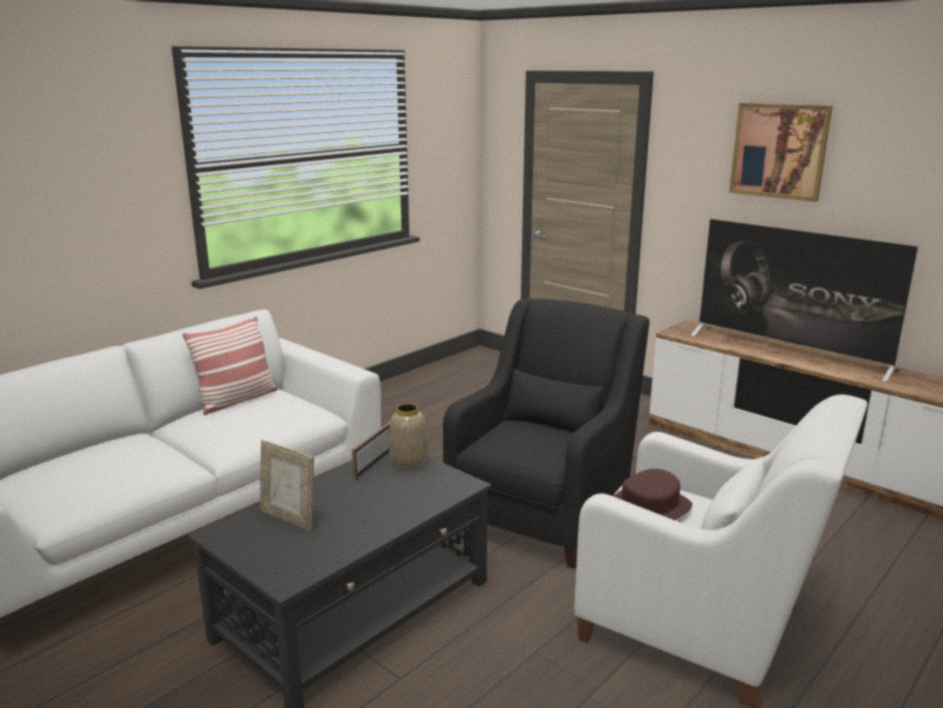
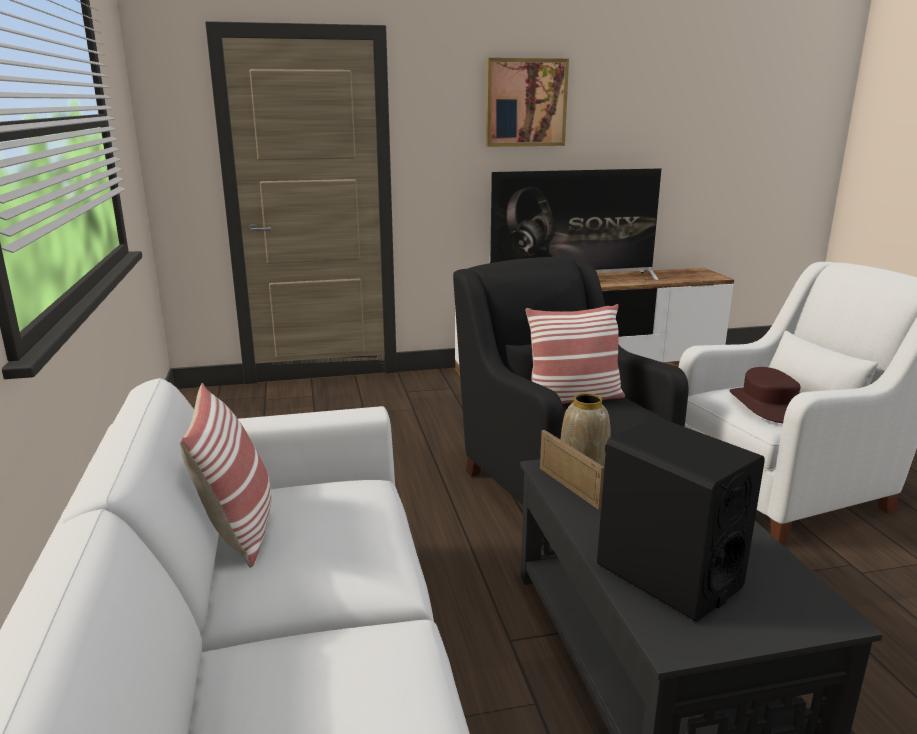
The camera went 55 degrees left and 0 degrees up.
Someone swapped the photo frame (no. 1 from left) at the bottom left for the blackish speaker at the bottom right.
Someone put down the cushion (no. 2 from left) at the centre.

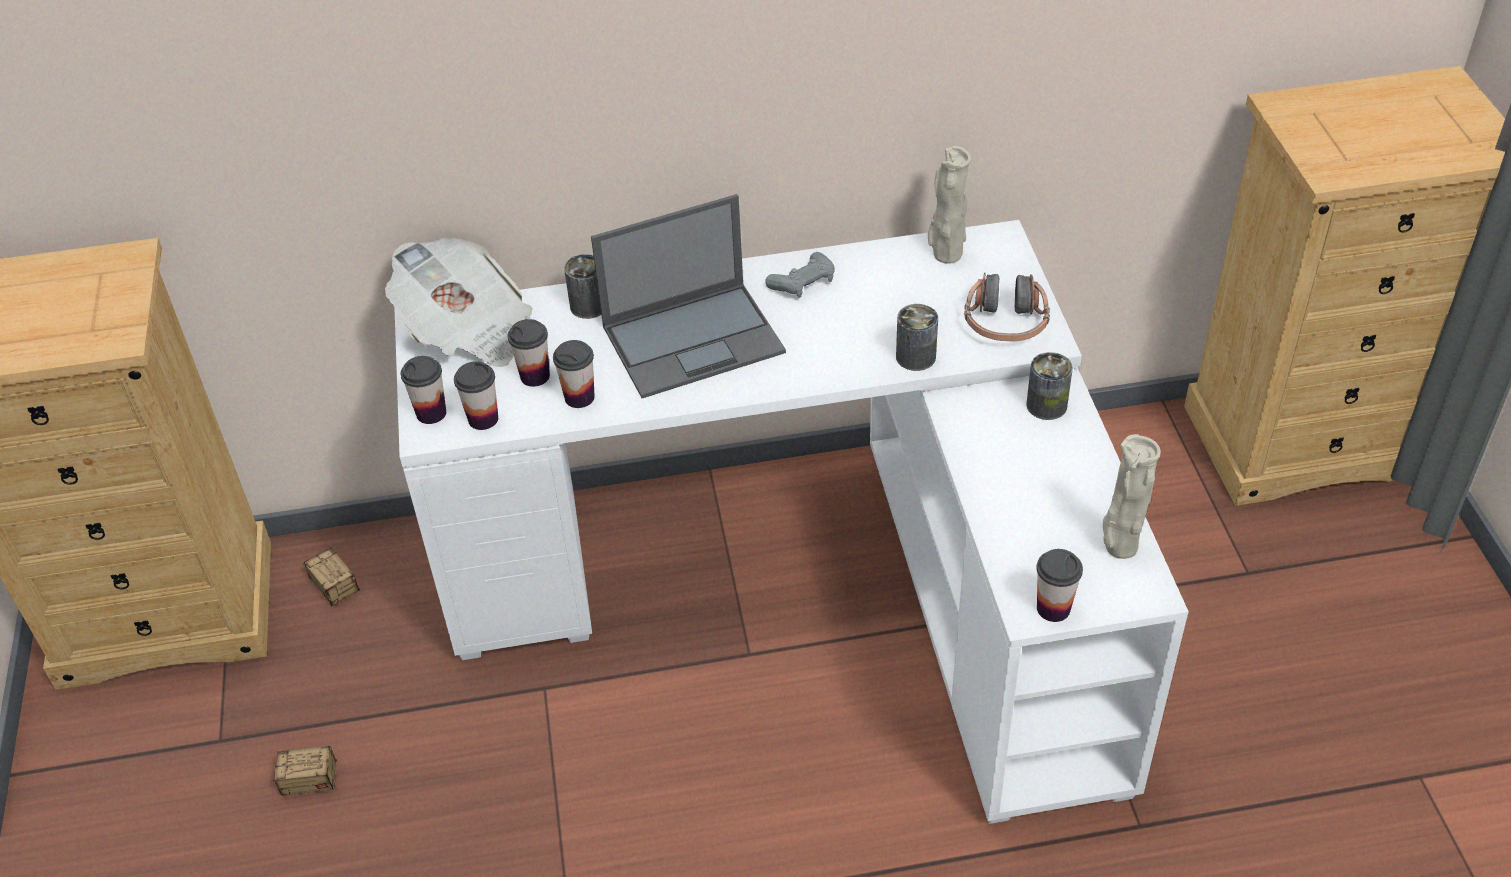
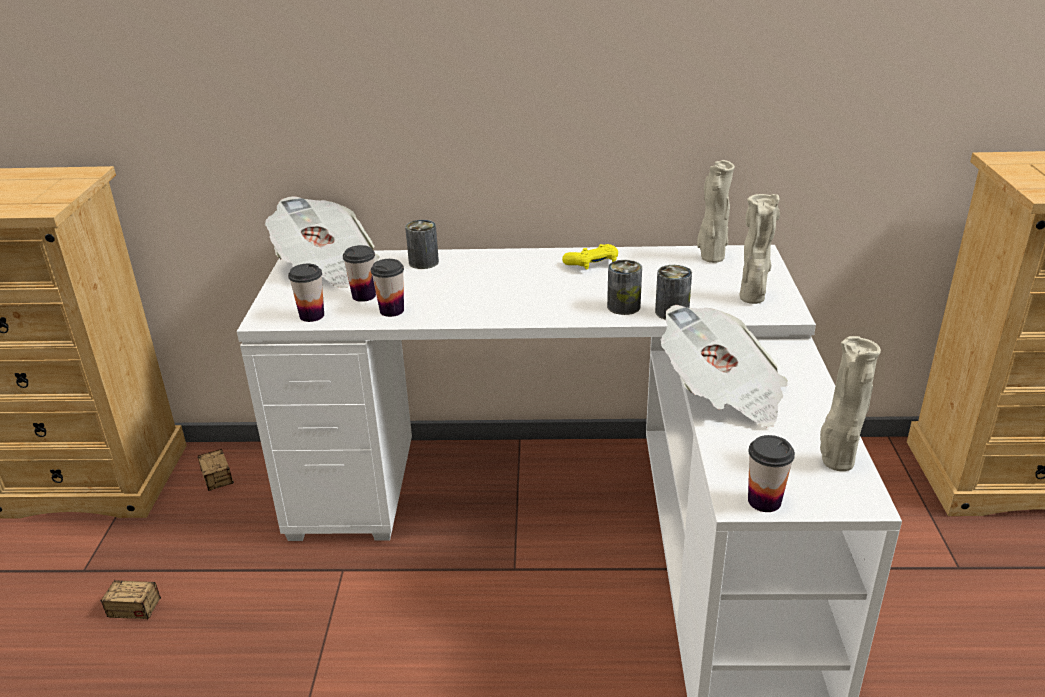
The camera went 10 degrees right and 15 degrees down.
Someone took away the cup (no. 1 from left) at the middle left.
Someone took away the notebook computer at the centre.
Someone repainted the greyish joypad at the top centre, which became the yellow-coloured joypad at the centre.
Someone swapped the headset at the centre for the beige vase (no. 2 from left) at the middle right.
Someone carried the can (no. 3 from left in the first image) from the middle right to the centre.
Someone put down the printed paper (no. 2 from left) at the middle right.

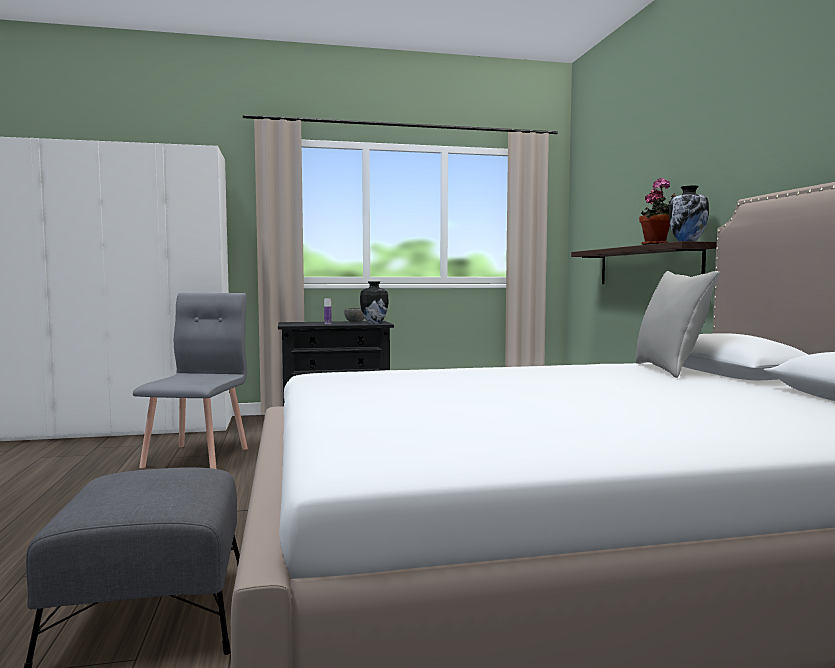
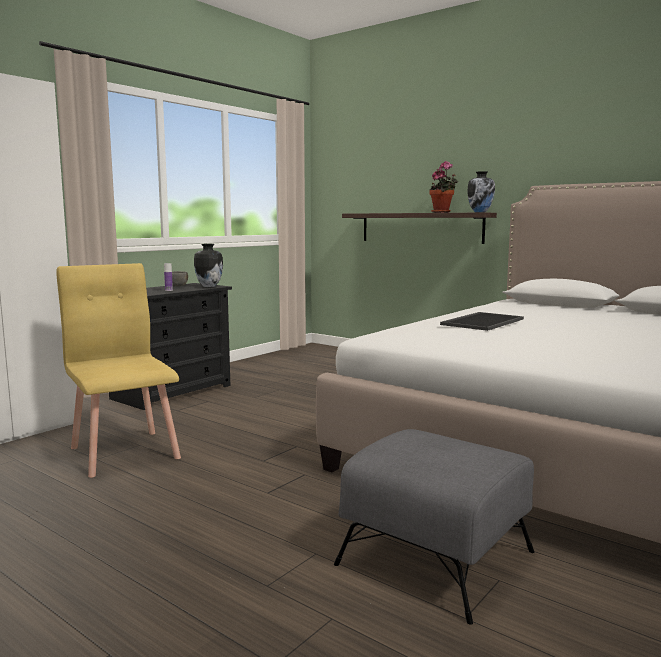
The camera went 40 degrees left and 5 degrees up.
Someone repainted the greyish chair at the middle left, which became the yellow-coloured chair at the middle left.
Someone took away the greyish cushion at the middle right.
Someone put down the serving tray at the middle right.

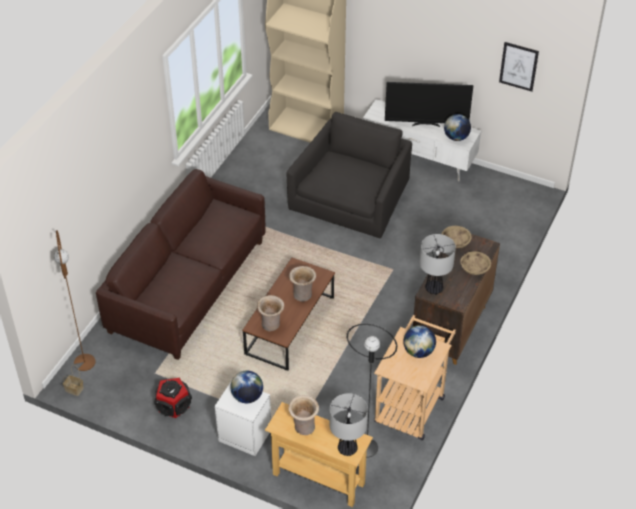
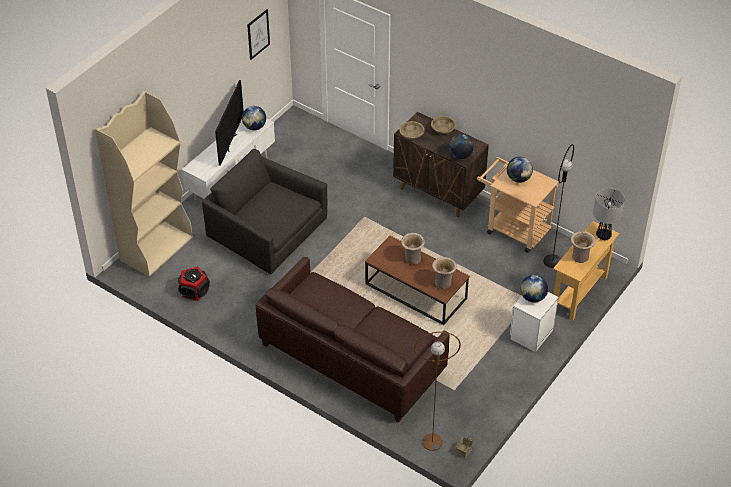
The camera went 80 degrees left and 0 degrees up.
Someone carried the speaker from the bottom left to the middle left.
Someone swapped the tabletop lamp (no. 2 from left) at the middle right for the desk globe (no. 2 from left) at the top centre.

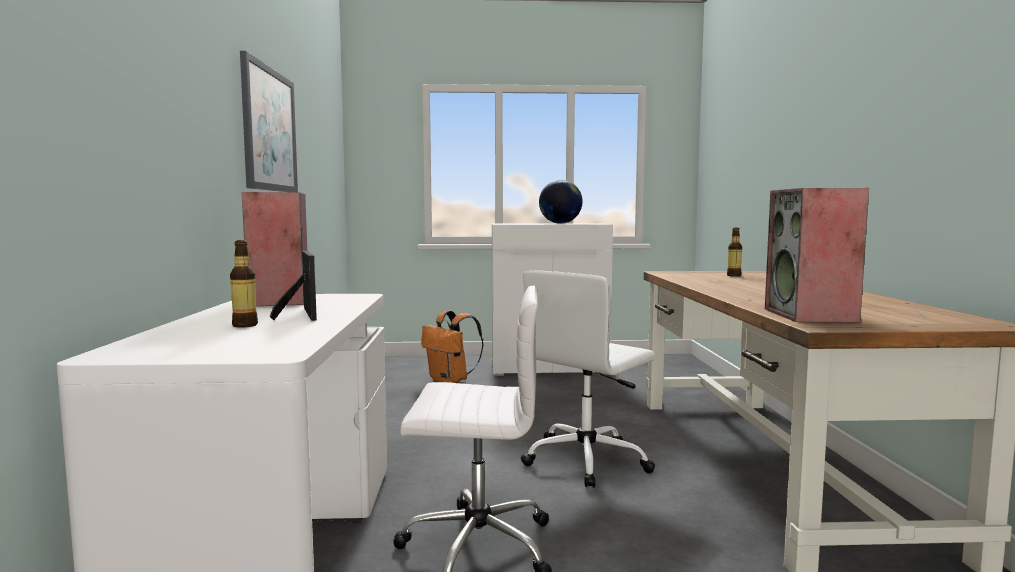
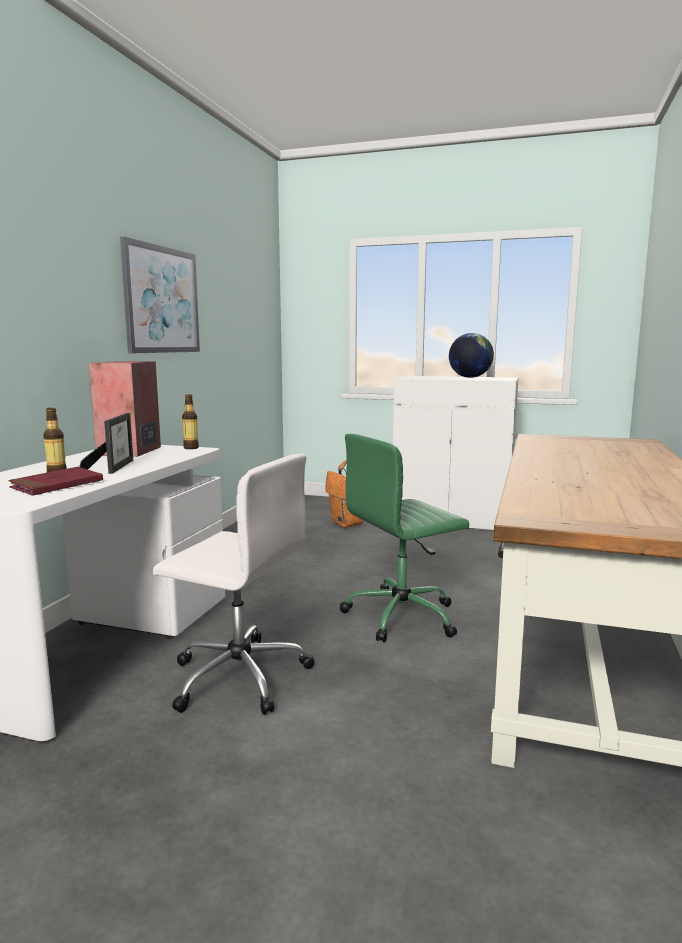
The camera went 20 degrees right and 5 degrees up.
Someone repainted the white office chair (no. 2 from left) at the centre, which became the green office chair at the centre.
Someone carried the beverage bottle (no. 2 from left) from the middle right to the middle left.
Someone took away the speaker (no. 2 from left) at the middle right.
Someone put down the red-coloured volume at the middle left.

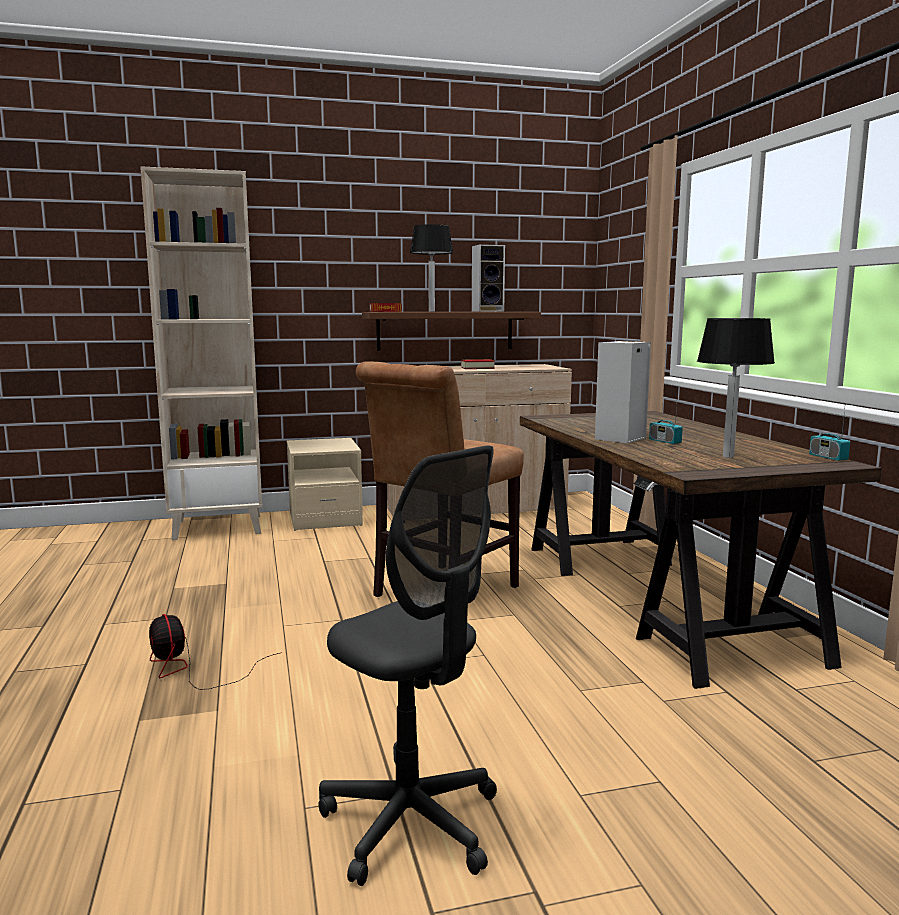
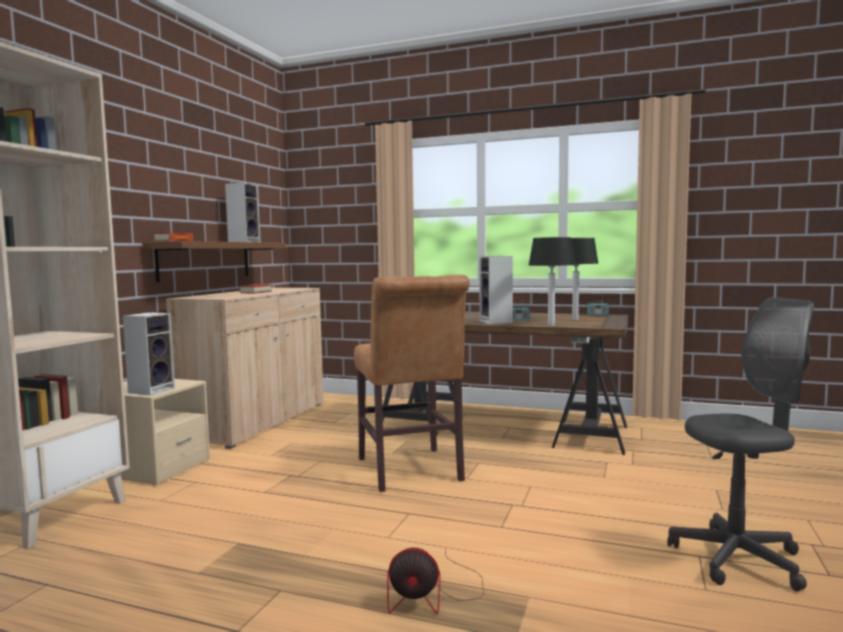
The camera went 55 degrees left and 5 degrees down.
Someone carried the tabletop lamp (no. 1 from left) from the top centre to the centre.
Someone put down the speaker (no. 1 from left) at the middle left.

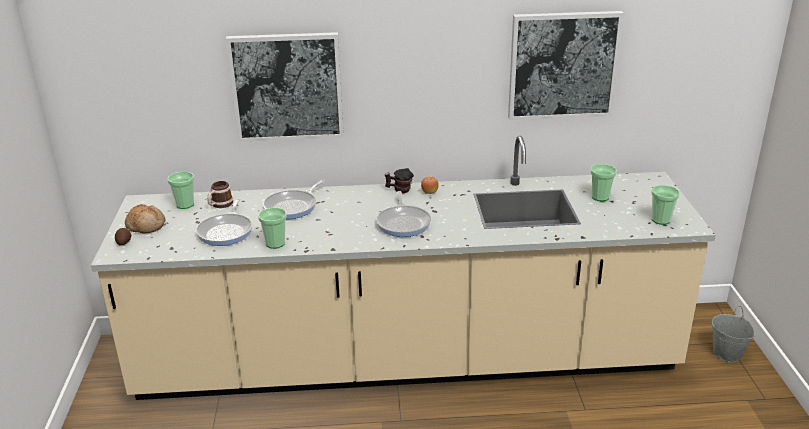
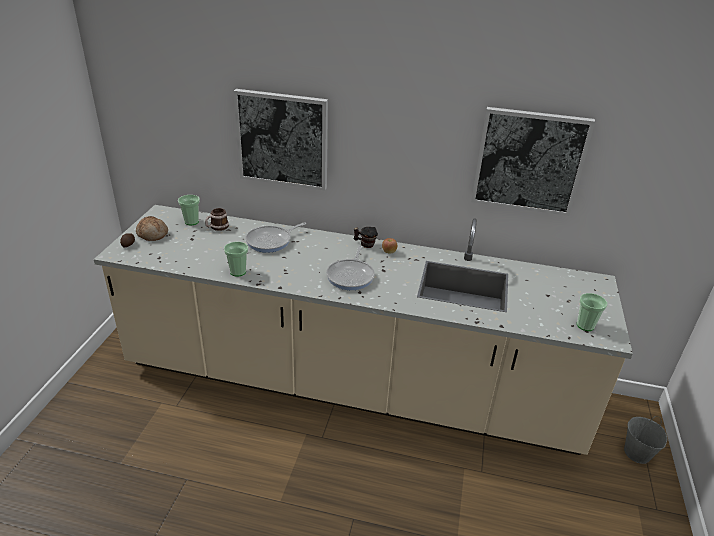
The camera went 15 degrees right and 5 degrees up.
Someone took away the pan (no. 1 from left) at the middle left.
Someone took away the cup (no. 3 from left) at the middle right.

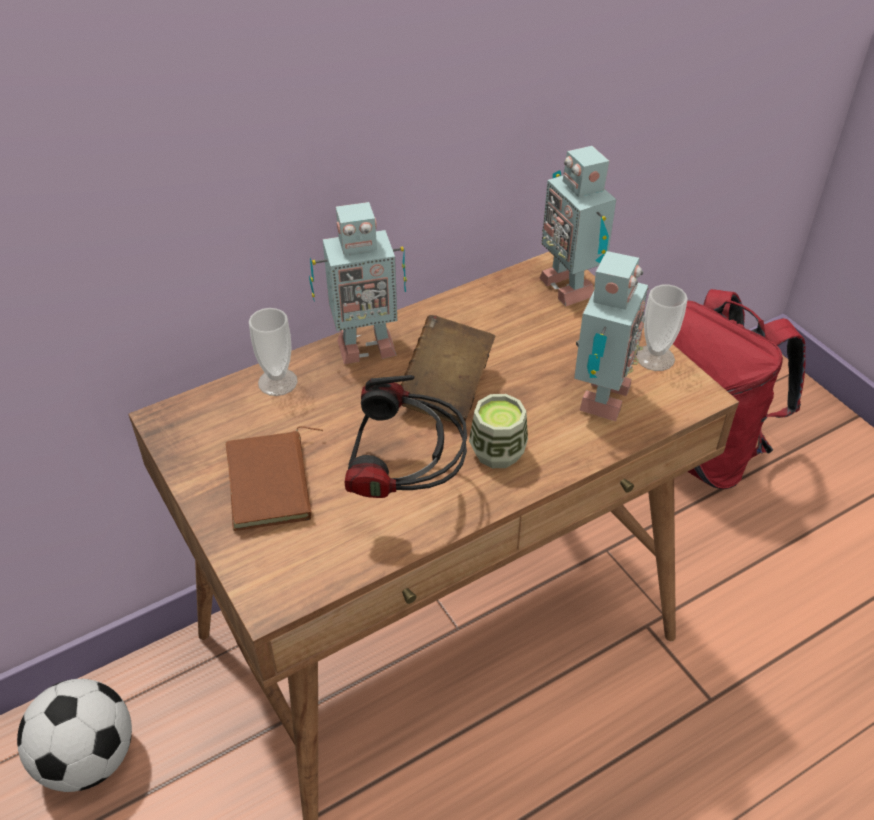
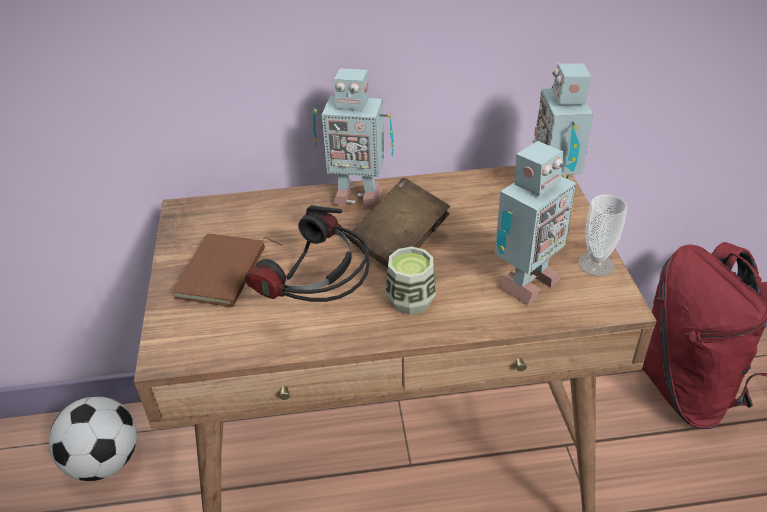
The camera went 25 degrees right and 5 degrees down.
Someone took away the cup (no. 1 from left) at the middle left.

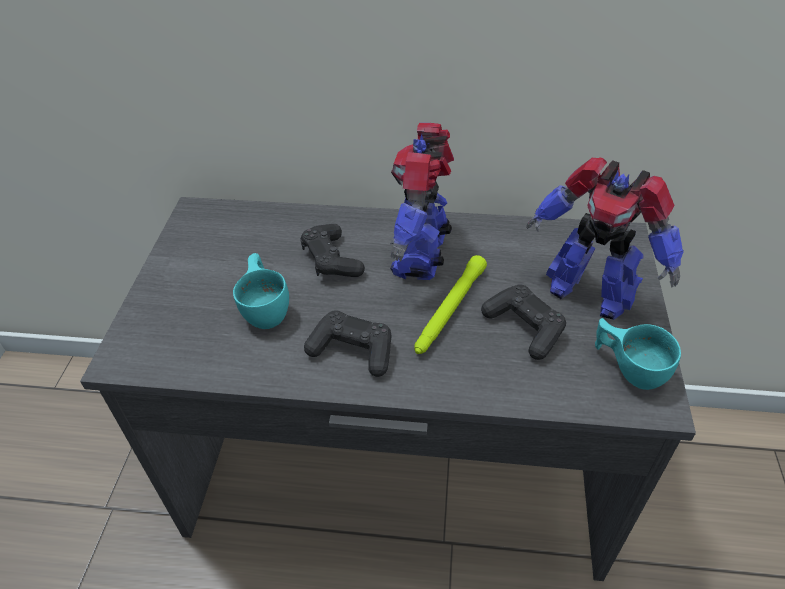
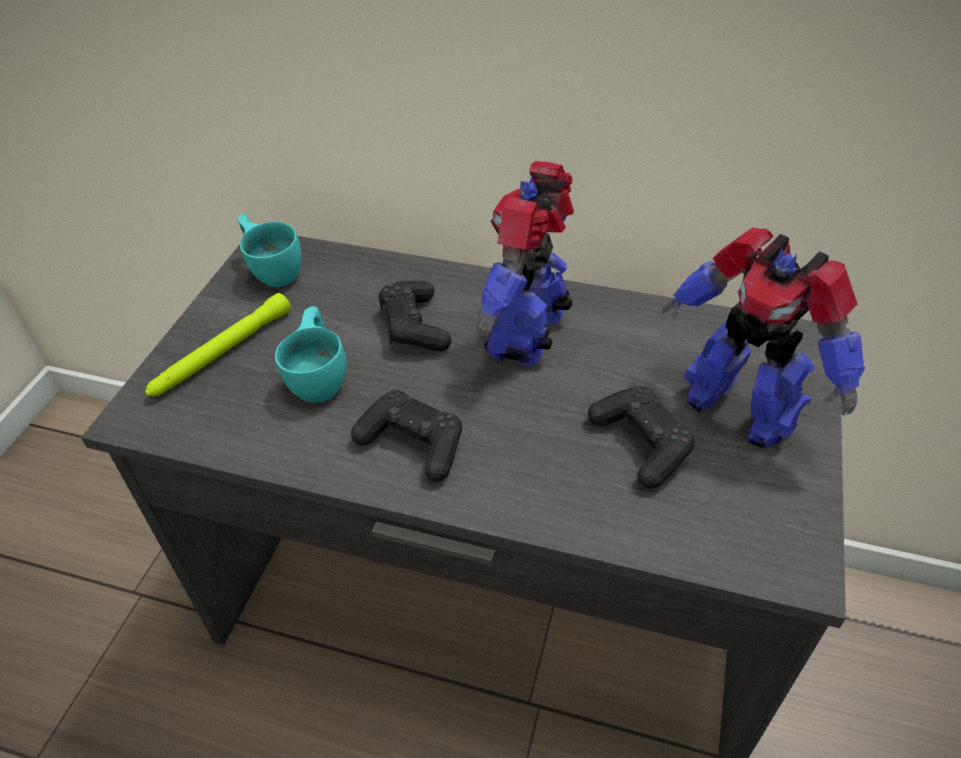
The camera went 10 degrees right and 0 degrees up.
Someone carried the green hand torch from the centre to the middle left.
Someone carried the turquoise cup (no. 2 from left in the first image) from the middle right to the top left.

